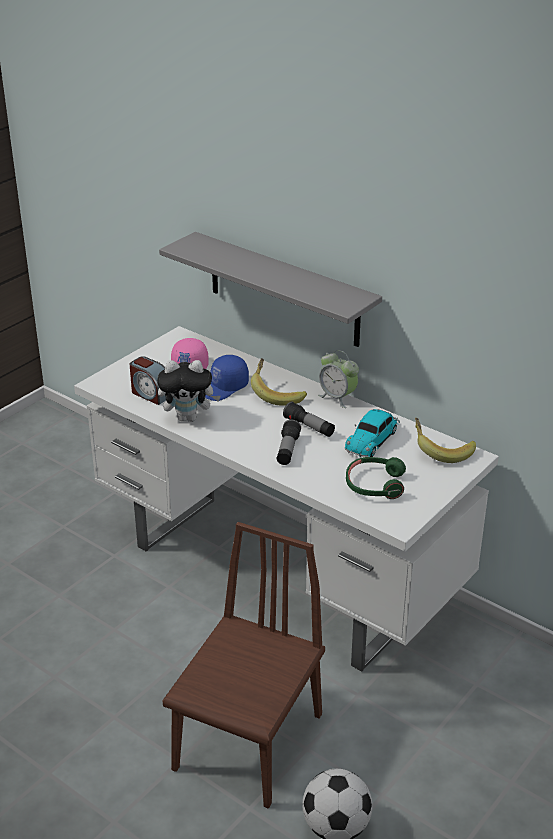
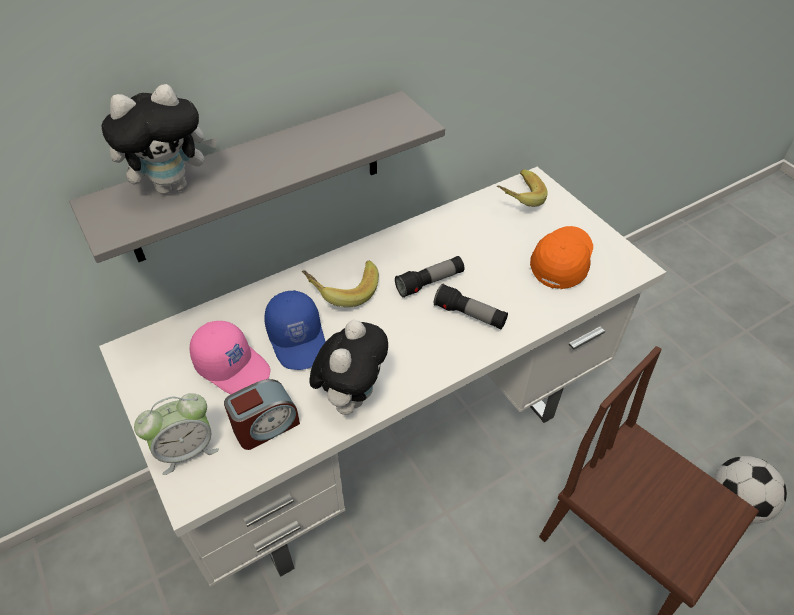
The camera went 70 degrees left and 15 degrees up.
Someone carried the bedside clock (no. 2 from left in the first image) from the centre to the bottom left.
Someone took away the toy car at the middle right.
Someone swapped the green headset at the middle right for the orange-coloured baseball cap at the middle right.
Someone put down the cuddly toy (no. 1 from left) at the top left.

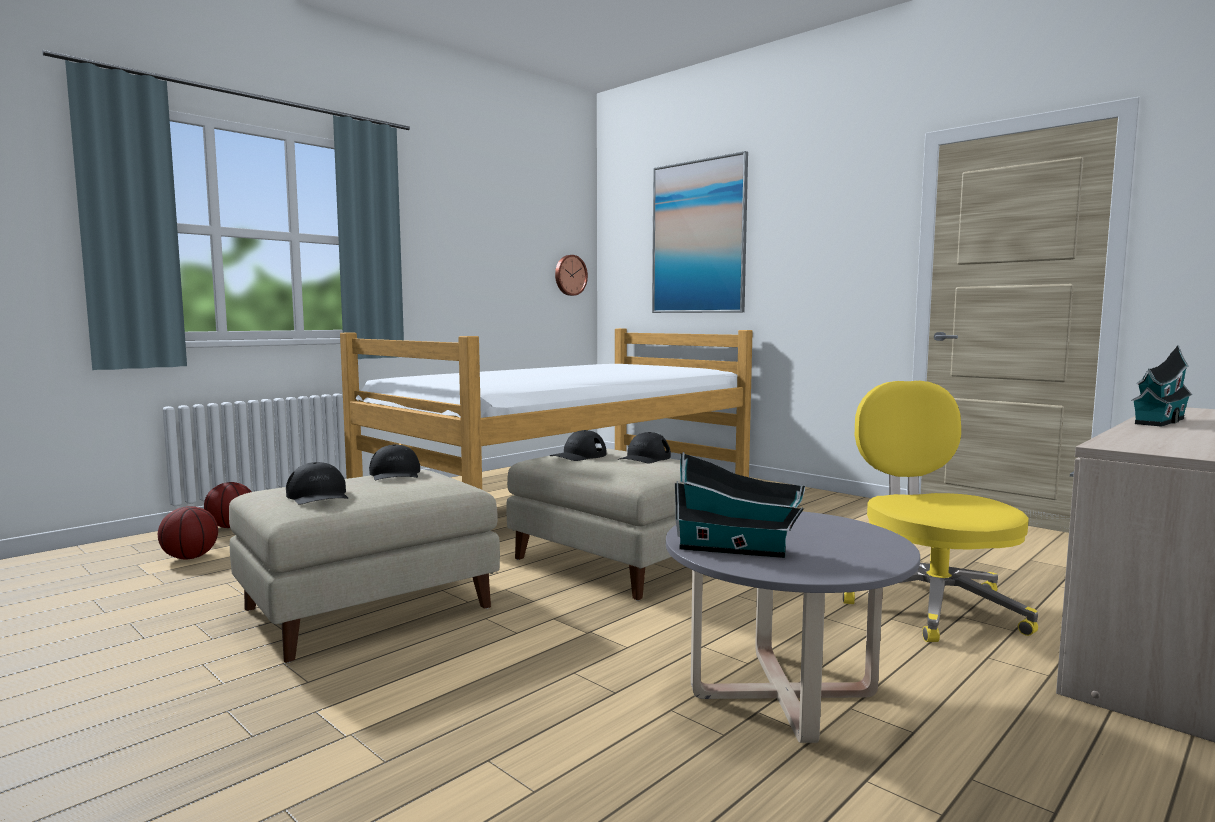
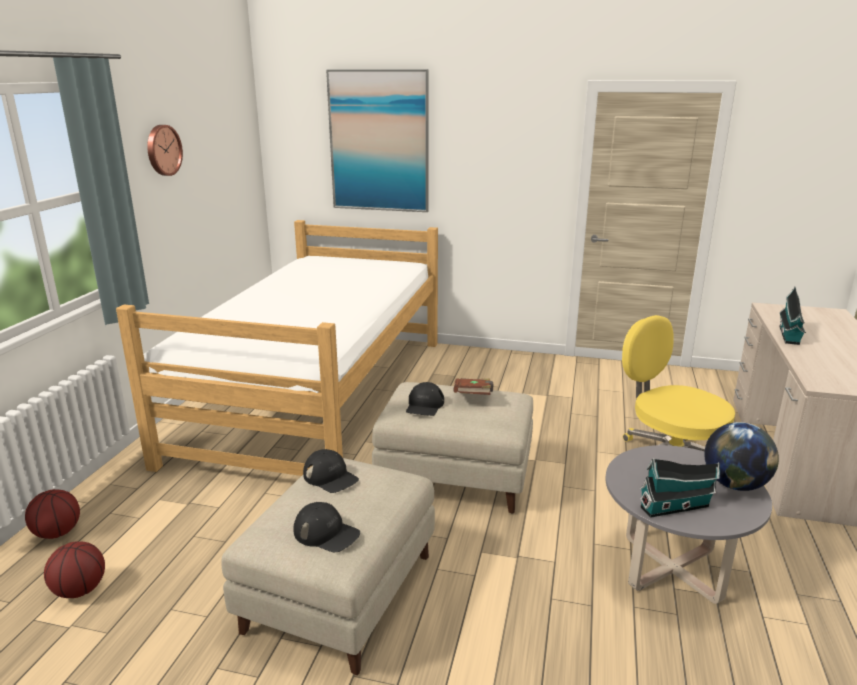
The camera went 30 degrees left and 15 degrees up.
Someone carried the hanging clock from the centre to the top left.
Someone swapped the blackish baseball cap (no. 4 from left) at the centre for the brown volume at the centre.
Someone put down the desk globe at the middle right.

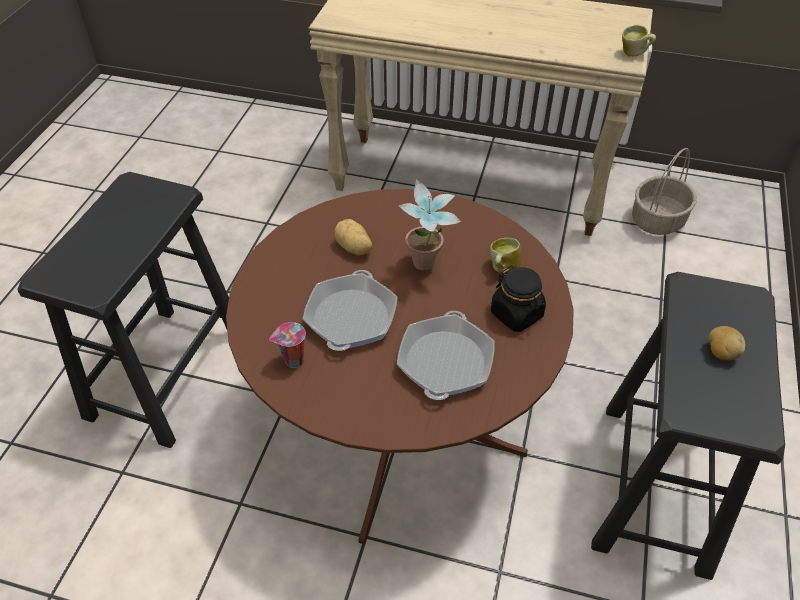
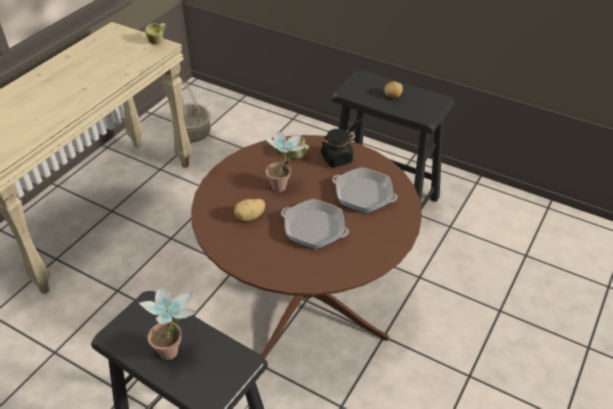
The camera went 75 degrees left and 5 degrees down.
Someone took away the cup at the centre.
Someone put down the potted plant (no. 1 from left) at the bottom left.

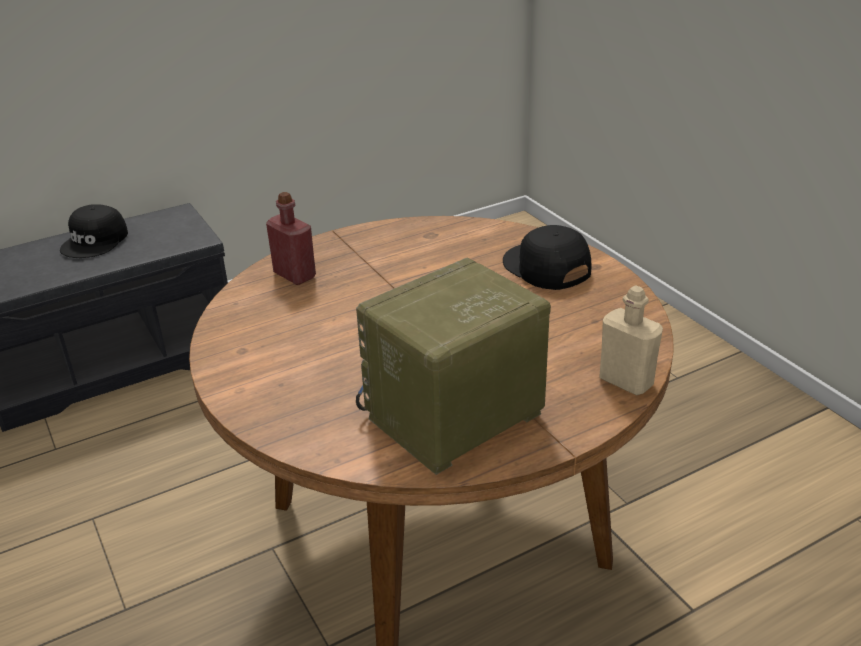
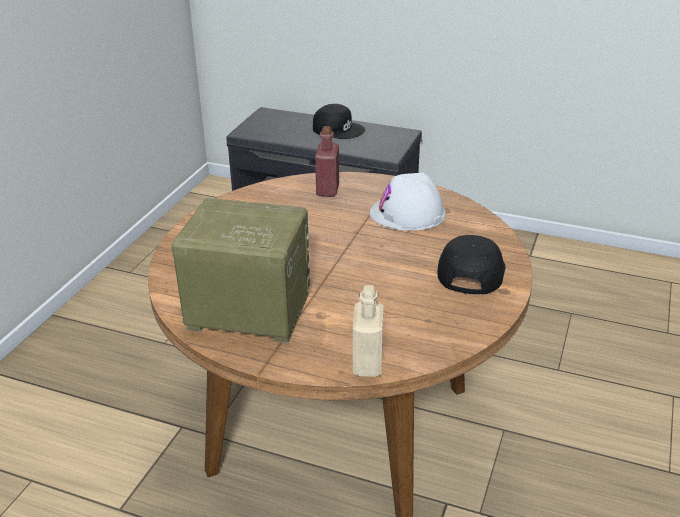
The camera went 50 degrees right and 0 degrees up.
Someone rotated the blackish baseball cap (no. 1 from left) at the middle left by 135 degrees counterclockwise.
Someone put down the white hard hat at the centre.

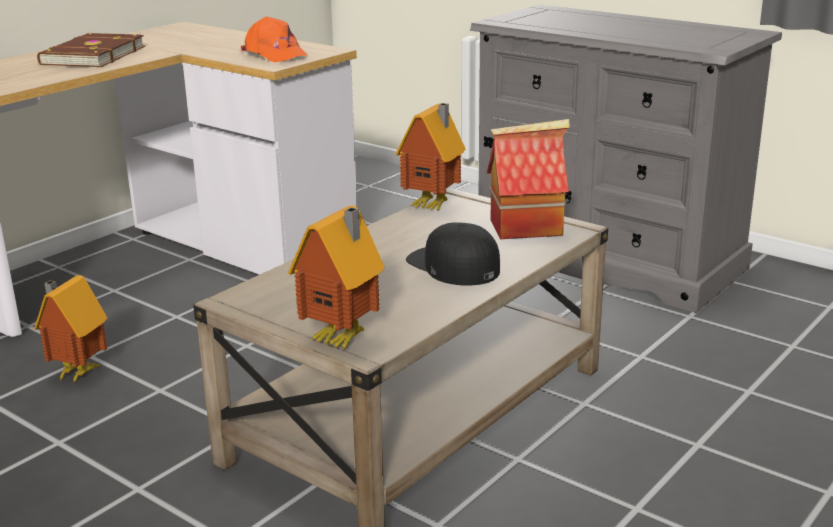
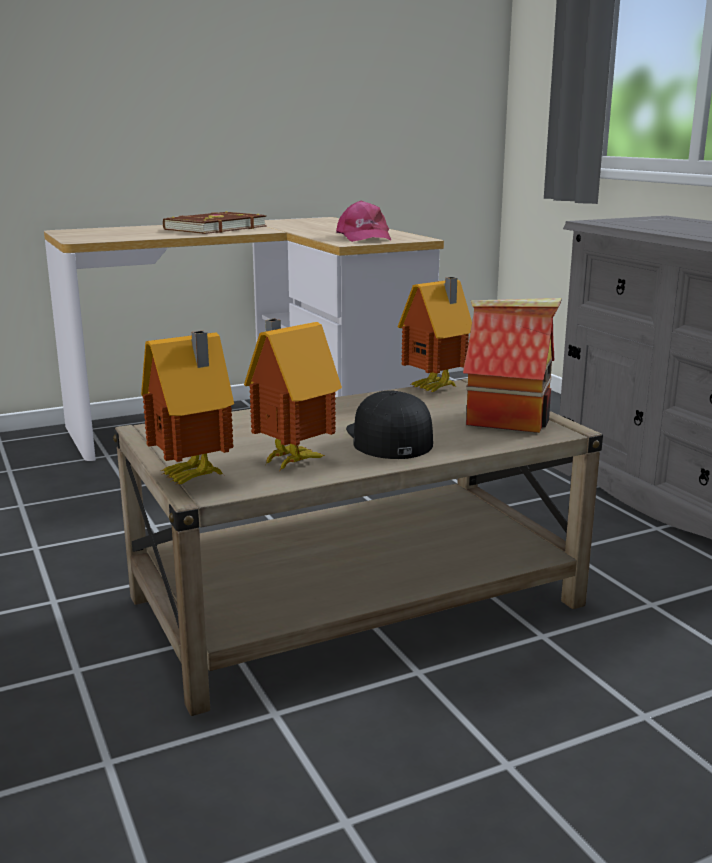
The camera went 25 degrees right and 5 degrees down.
Someone carried the miniature house (no. 1 from left in the first image) from the middle left to the centre.
Someone repainted the orange-coloured baseball cap at the top left, which became the pink-coloured baseball cap at the top centre.

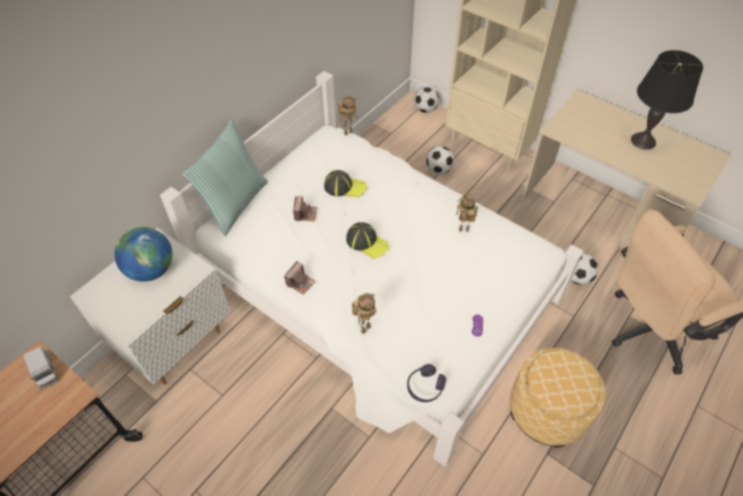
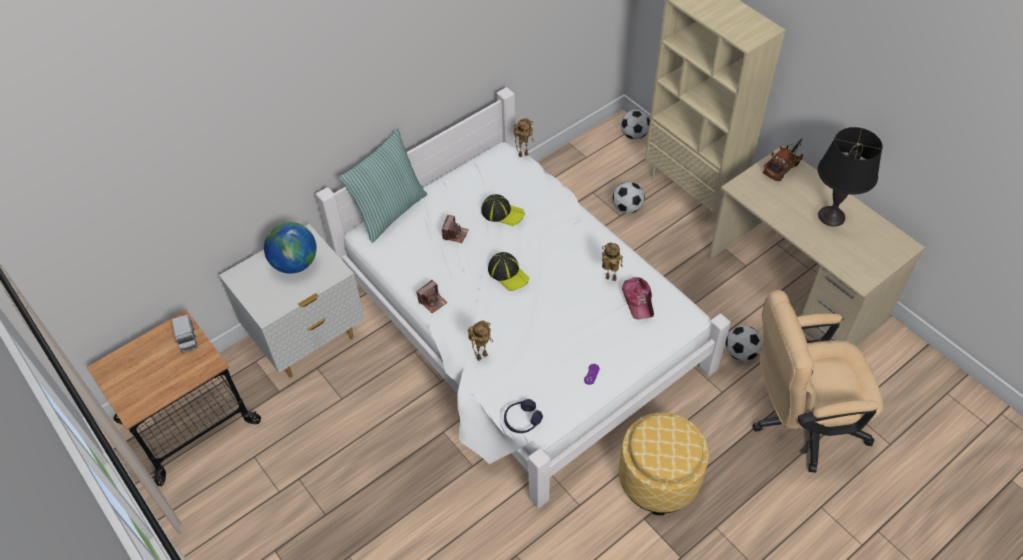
The camera went 15 degrees right and 0 degrees up.
Someone put down the baseball cap (no. 3 from left) at the centre.
Someone put down the toy truck (no. 2 from left) at the top right.

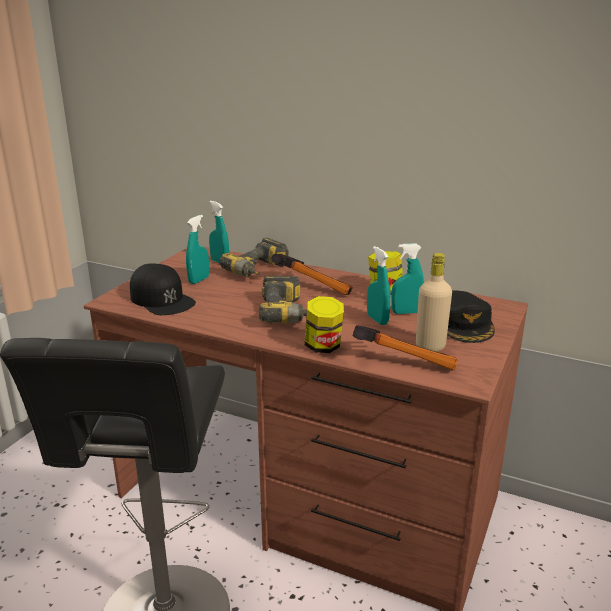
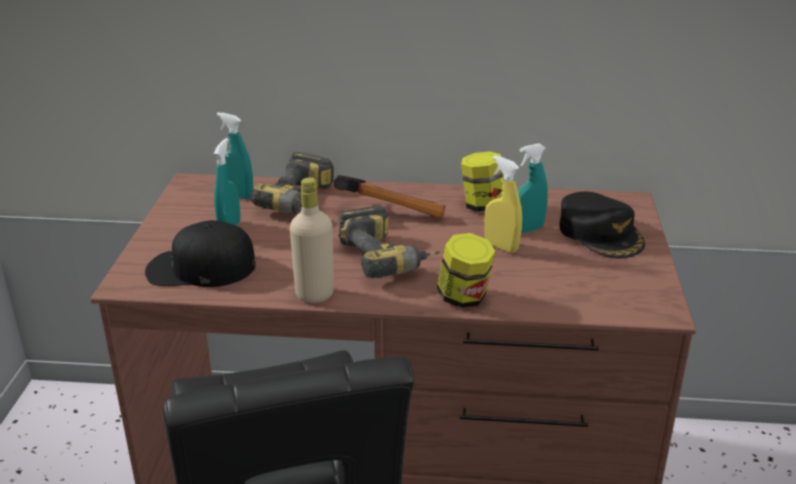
The camera went 20 degrees left and 5 degrees up.
Someone rotated the blackish baseball cap (no. 1 from left) at the middle left by 150 degrees clockwise.
Someone took away the hammer (no. 2 from left) at the centre.
Someone repainted the turquoise hand sprayer (no. 3 from left) at the centre, which became the yellow-coloured hand sprayer at the centre.
Someone carried the beige beverage bottle from the middle right to the centre.

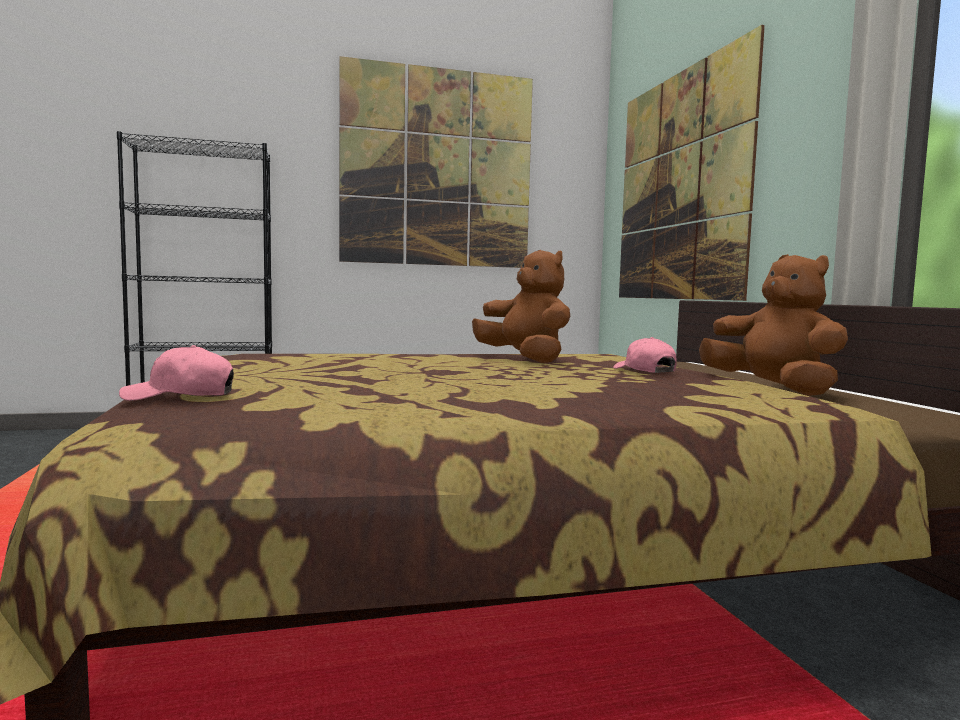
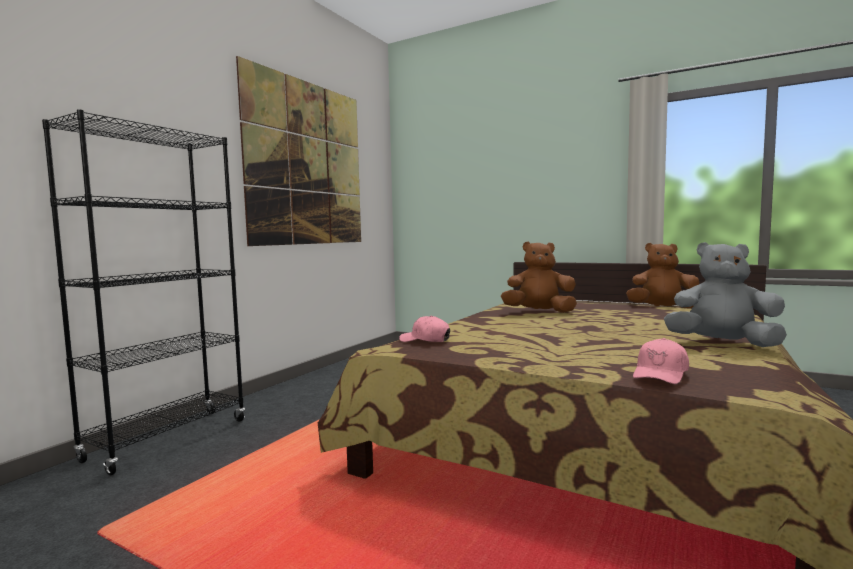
The camera went 45 degrees left and 0 degrees up.
Someone carried the pink-coloured baseball cap (no. 2 from left in the first image) from the middle right to the centre.
Someone took away the picture (no. 2 from left) at the top right.
Someone put down the greyish cuddly toy at the middle right.

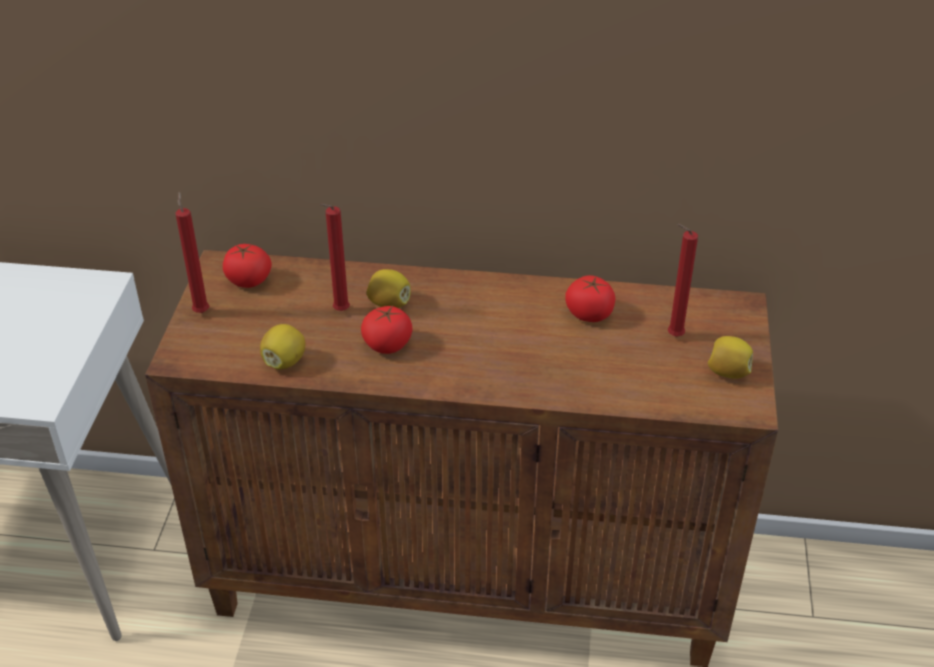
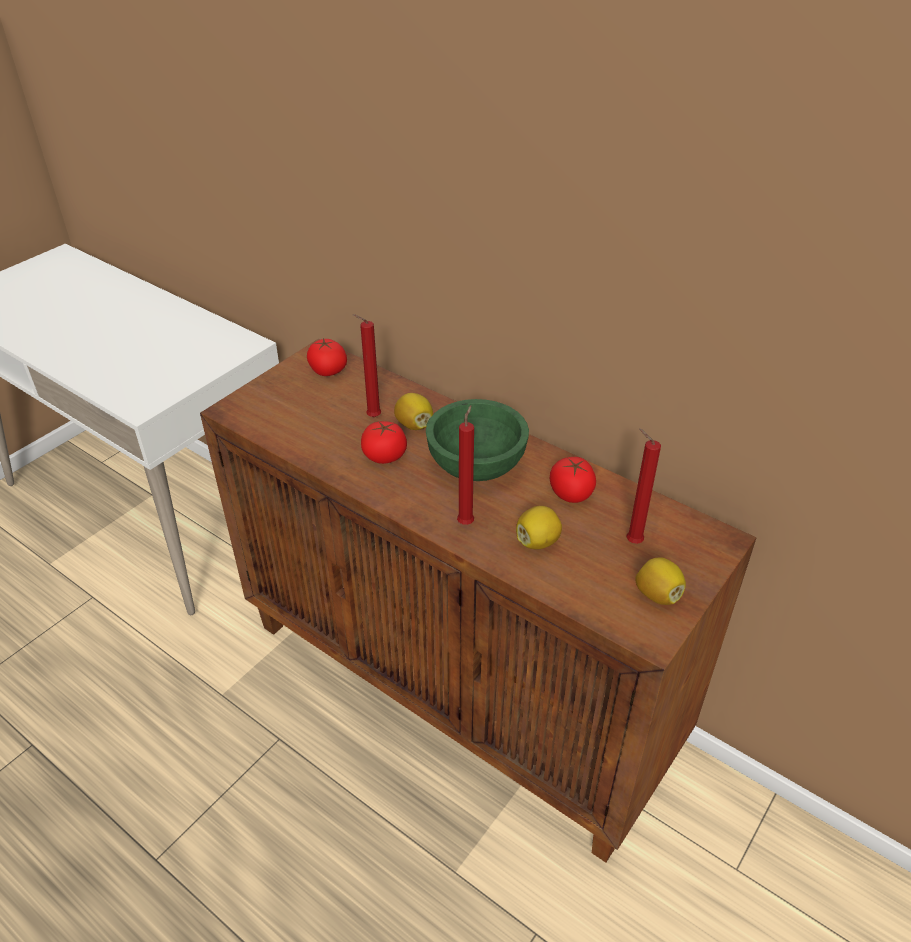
The camera went 30 degrees right and 0 degrees up.
Someone carried the red-coloured wax candle (no. 1 from left in the first image) from the middle left to the centre.
Someone carried the citrus fruit (no. 1 from left in the first image) from the middle left to the centre.
Someone put down the green deep dish at the centre.

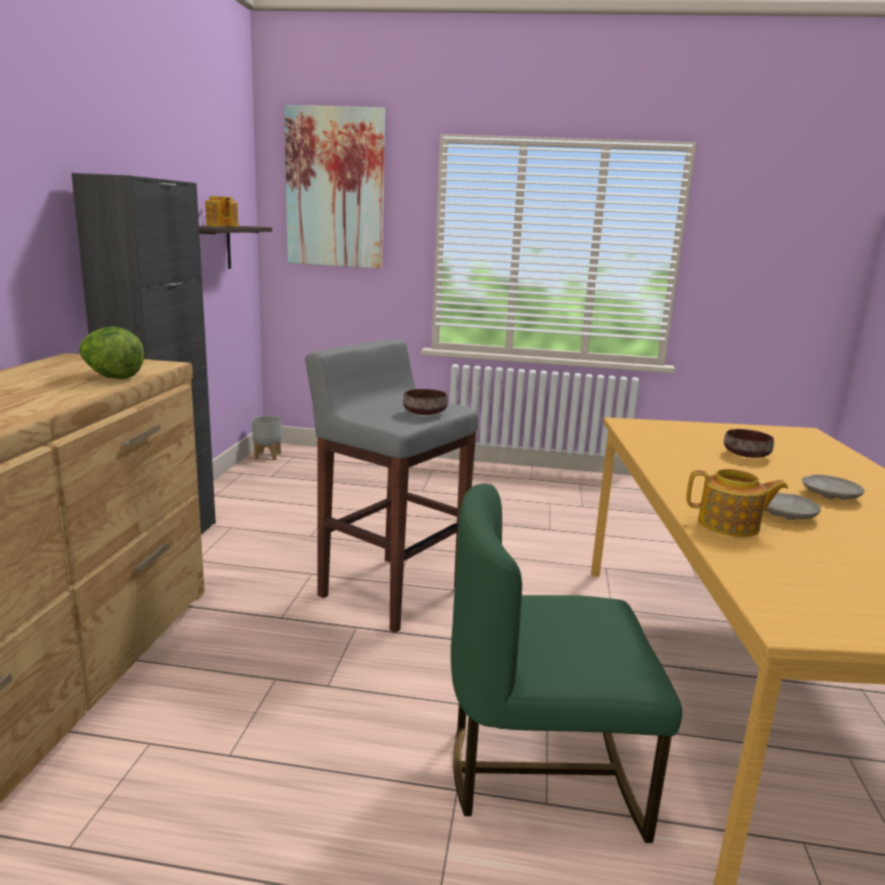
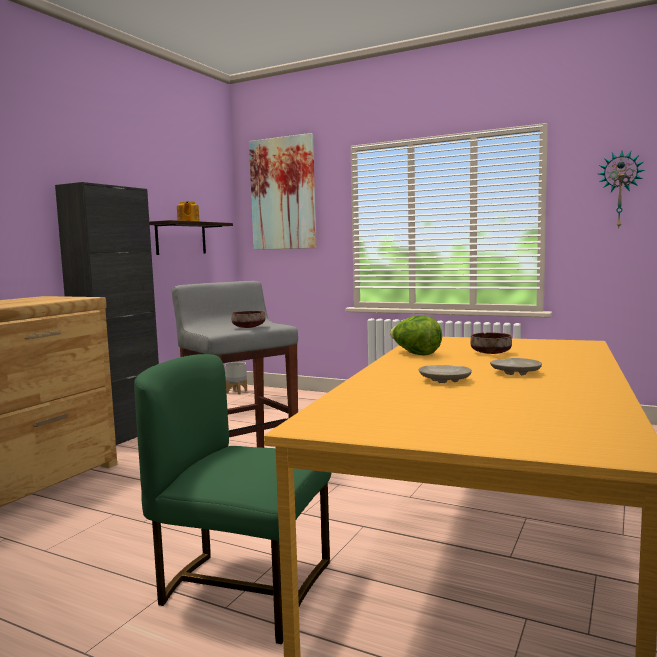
The camera went 20 degrees right and 10 degrees down.
Someone carried the head of lettuce from the middle left to the centre.
Someone took away the tea pot (no. 2 from left) at the middle right.
Someone put up the hanging clock at the top right.

